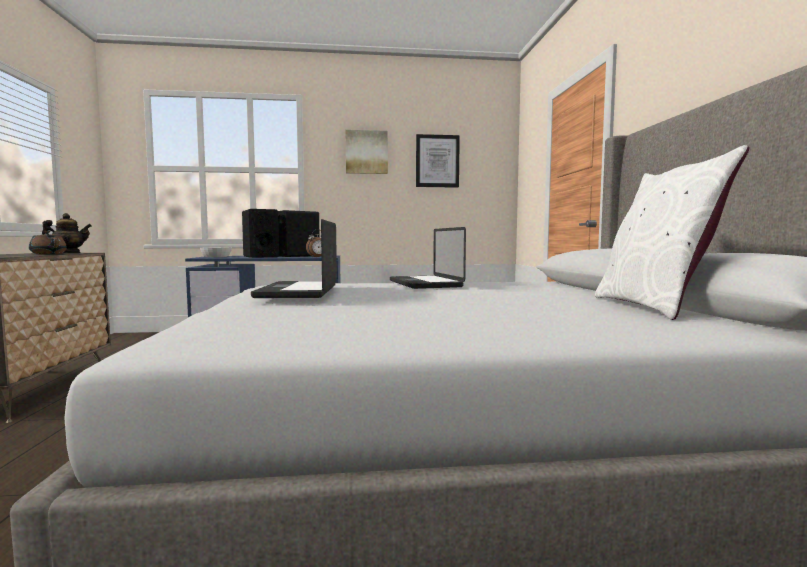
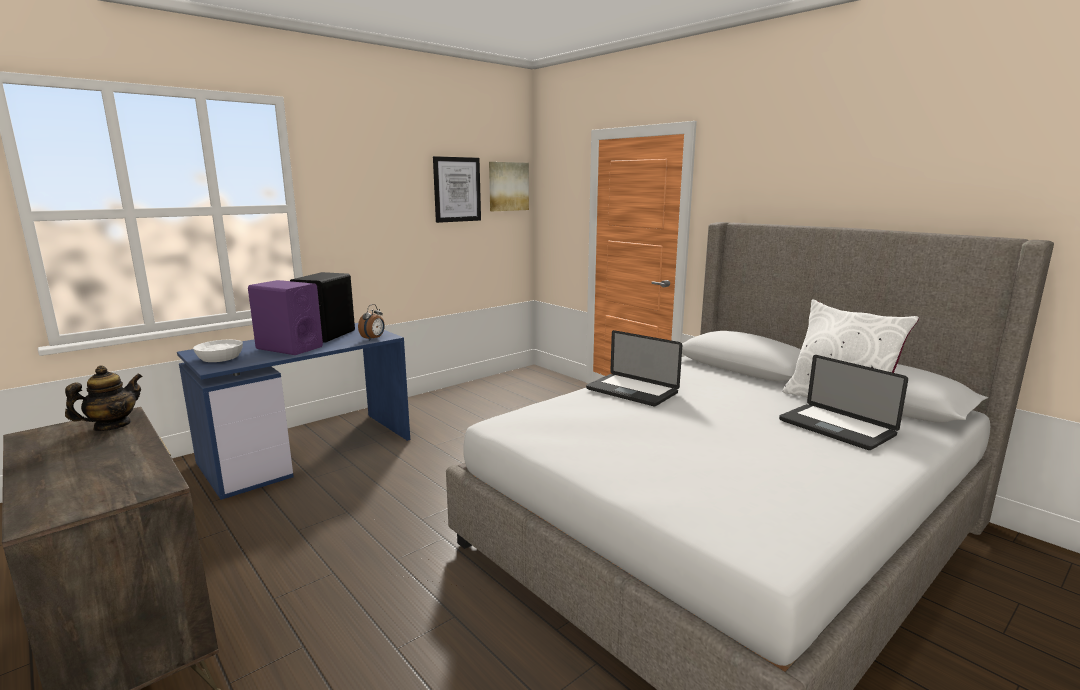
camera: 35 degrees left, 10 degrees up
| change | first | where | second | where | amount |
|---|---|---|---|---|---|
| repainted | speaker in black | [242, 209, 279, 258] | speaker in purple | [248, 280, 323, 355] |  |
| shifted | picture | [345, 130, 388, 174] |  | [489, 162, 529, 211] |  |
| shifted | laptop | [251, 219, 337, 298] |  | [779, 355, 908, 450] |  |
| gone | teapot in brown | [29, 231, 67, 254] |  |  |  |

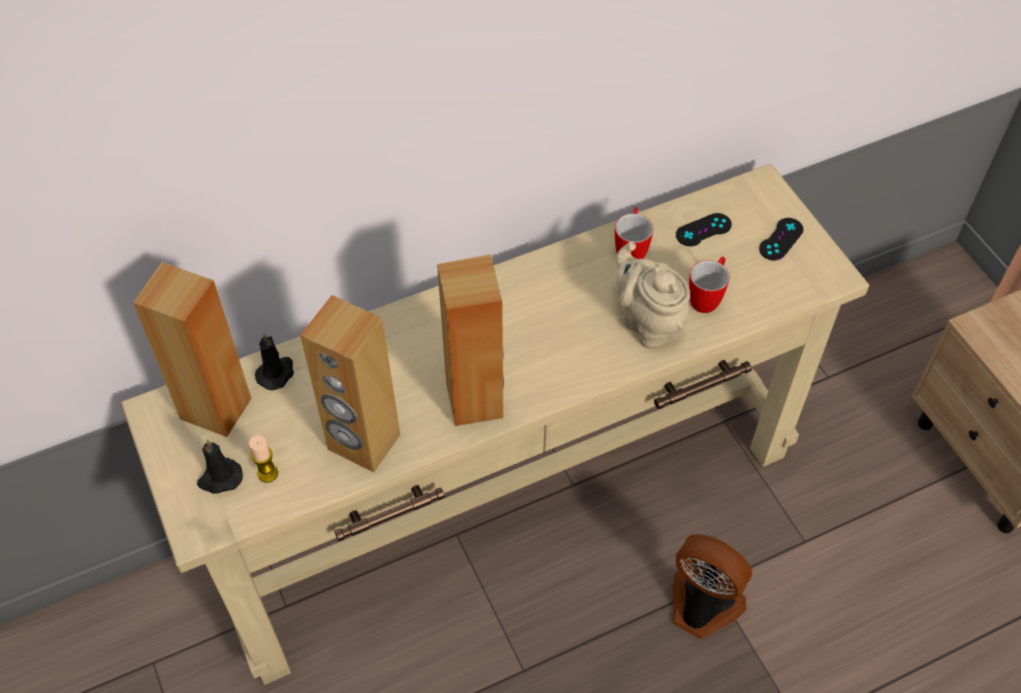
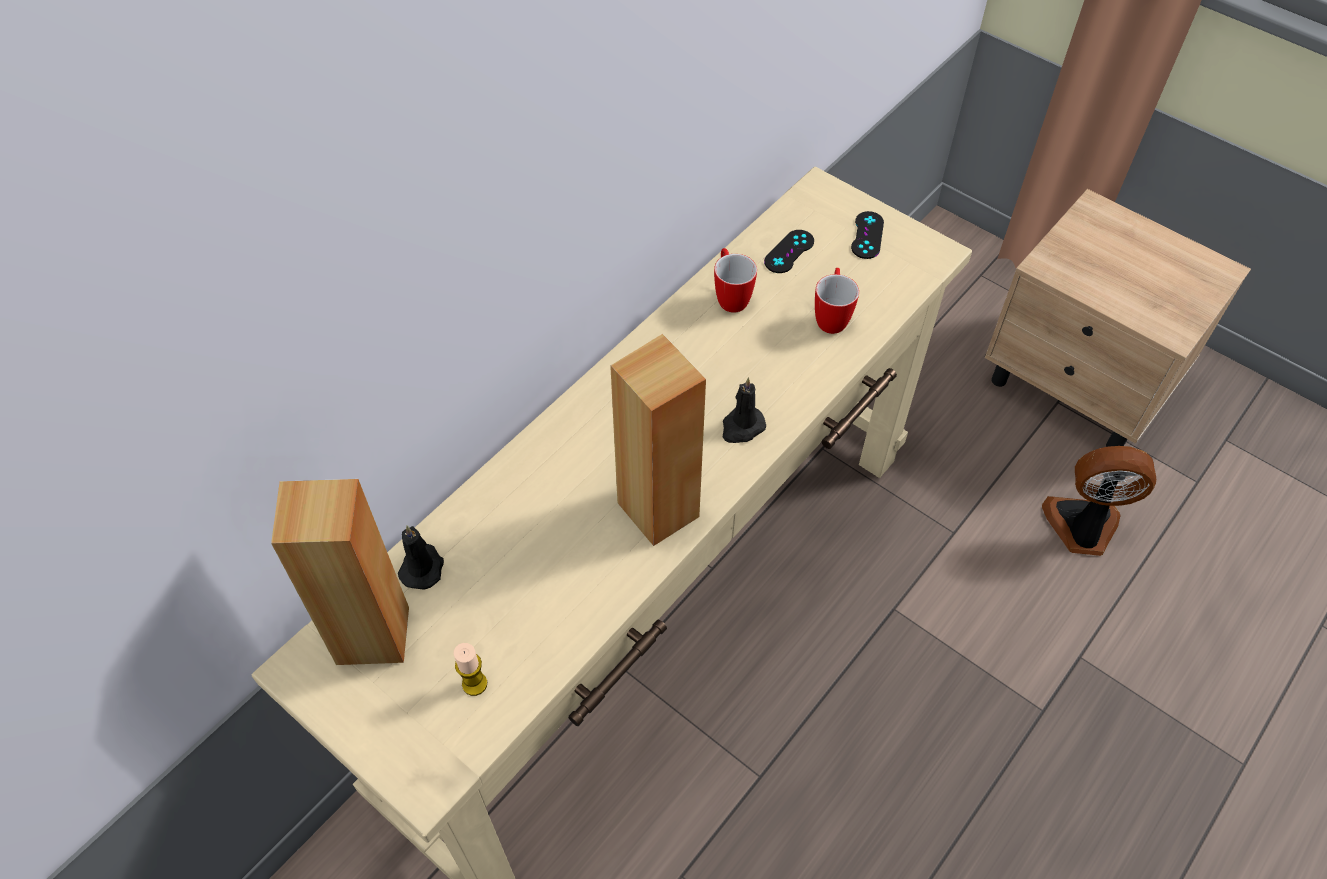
camera: 25 degrees left, 0 degrees up
| change | first | where | second | where | amount |
|---|---|---|---|---|---|
| shifted | candle in black | [197, 440, 243, 494] |  | [723, 377, 766, 443] |  |
| shifted | fan | [673, 534, 752, 639] |  | [1042, 446, 1156, 556] |  |
| gone | speaker in brown | [300, 295, 400, 472] |  |  |  |
| gone | teapot in beige | [616, 241, 690, 349] |  |  |  |

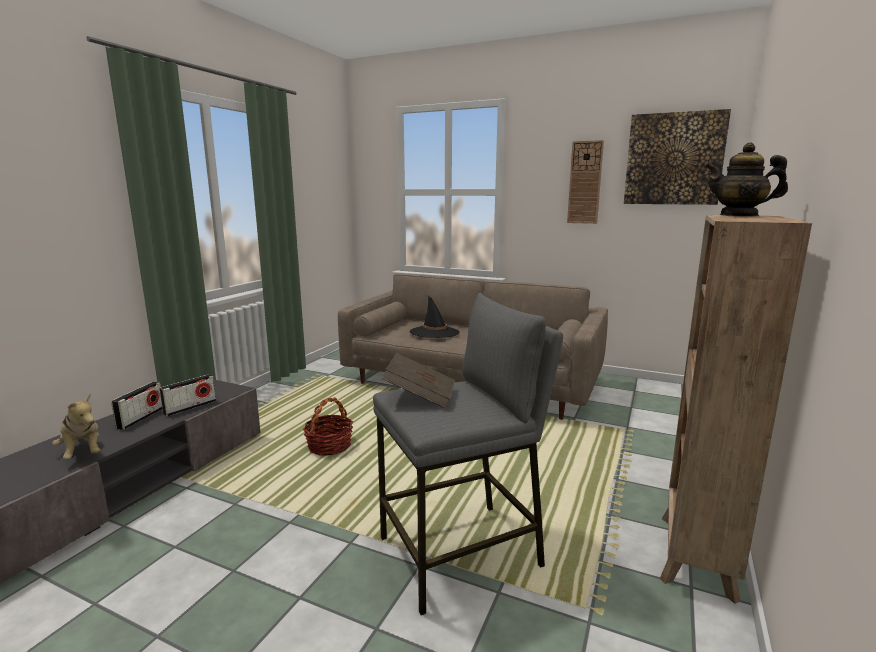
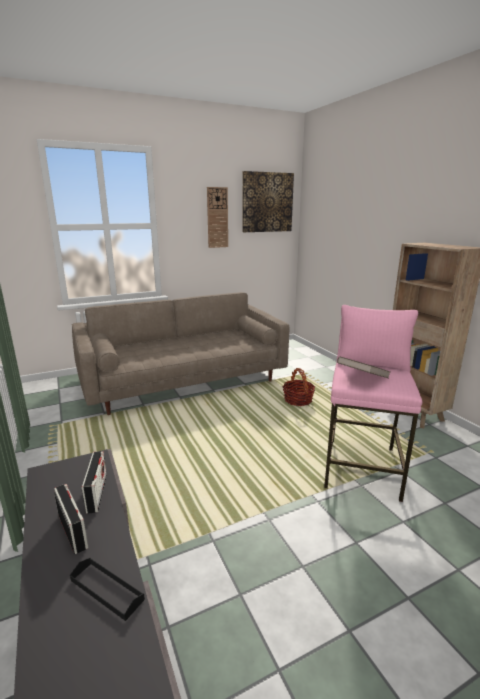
camera: 50 degrees left, 5 degrees up
| change | first | where | second | where | amount |
|---|---|---|---|---|---|
| swapped | plush toy | [52, 394, 100, 459] | tray in black | [70, 558, 145, 621] |  |
| shifted | basket | [303, 397, 353, 456] |  | [283, 368, 315, 406] |  |
| repainted | stool in grey | [373, 293, 563, 615] | stool in pink | [324, 305, 423, 502] |  |
| gone | hat in black | [410, 295, 460, 338] |  |  |  |
| gone | teapot | [705, 143, 788, 217] |  |  |  |

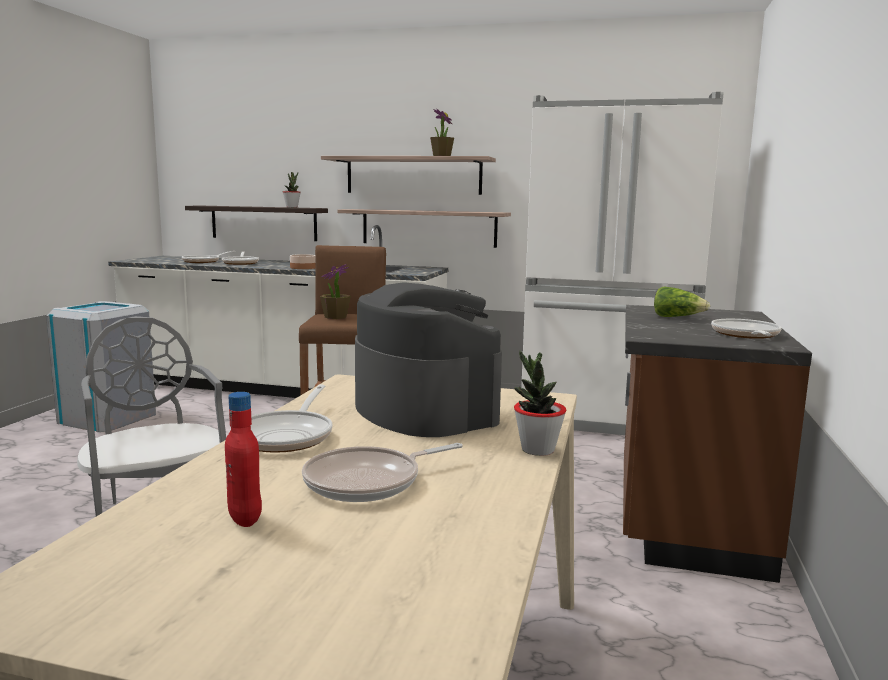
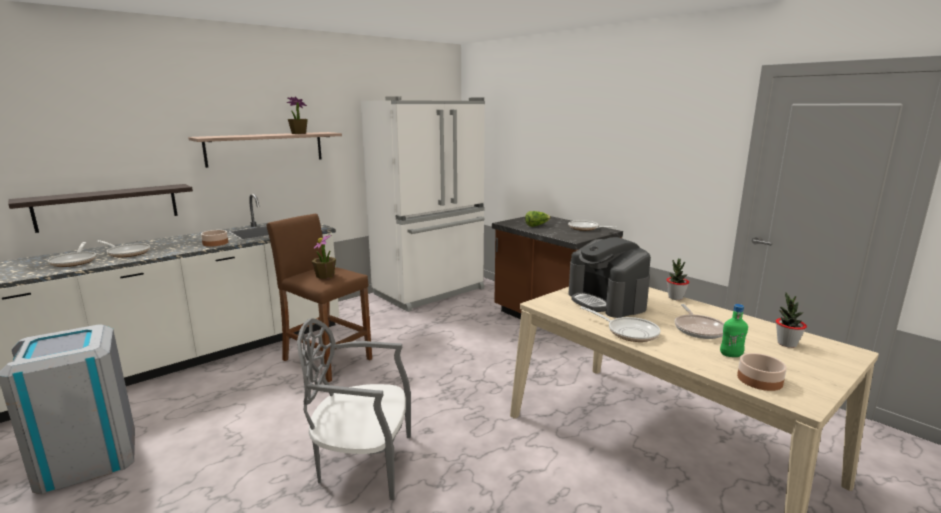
camera: 55 degrees left, 5 degrees up
| change | first | where | second | where | amount |
|---|---|---|---|---|---|
| rotated | coffee machine | [355, 282, 502, 437] |  | [568, 237, 651, 318] | 120 degrees counterclockwise |
| repainted | bottle in red | [225, 392, 262, 527] | bottle in green | [720, 304, 748, 357] |  |
| new |  |  | bowl | [737, 353, 787, 391] |  |
| shifted | potted plant | [283, 172, 301, 208] |  | [776, 292, 807, 348] |  |
| gone | shelf | [337, 209, 511, 248] |  |  |  |

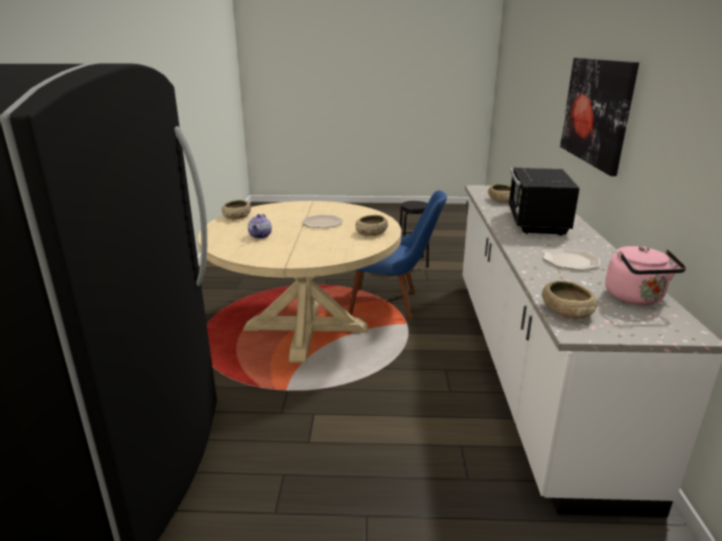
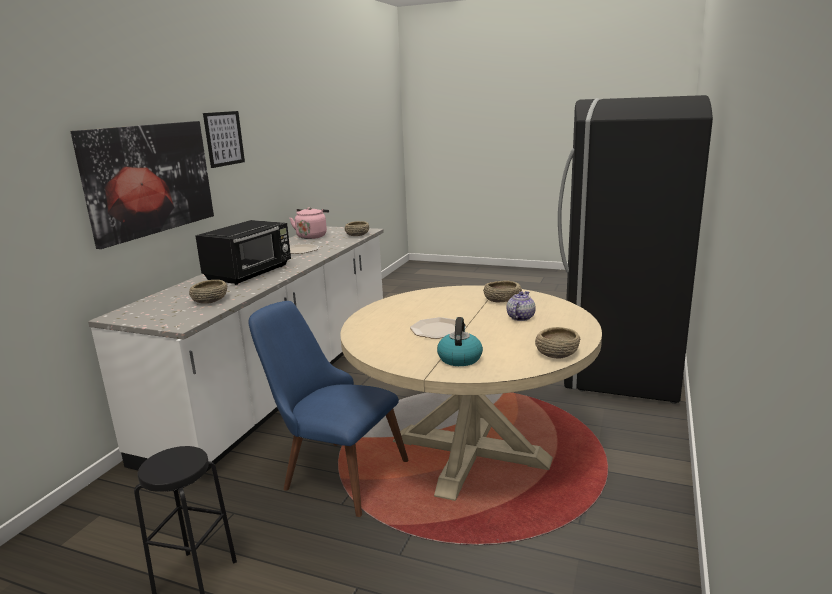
camera: 160 degrees left, 5 degrees down
| change | first | where | second | where | amount |
|---|---|---|---|---|---|
| new |  |  | picture | [203, 111, 245, 168] |  |
| new |  |  | kettle | [437, 317, 483, 366] |  |
| shifted | bowl in beige | [355, 215, 388, 236] |  | [483, 280, 522, 302] |  |

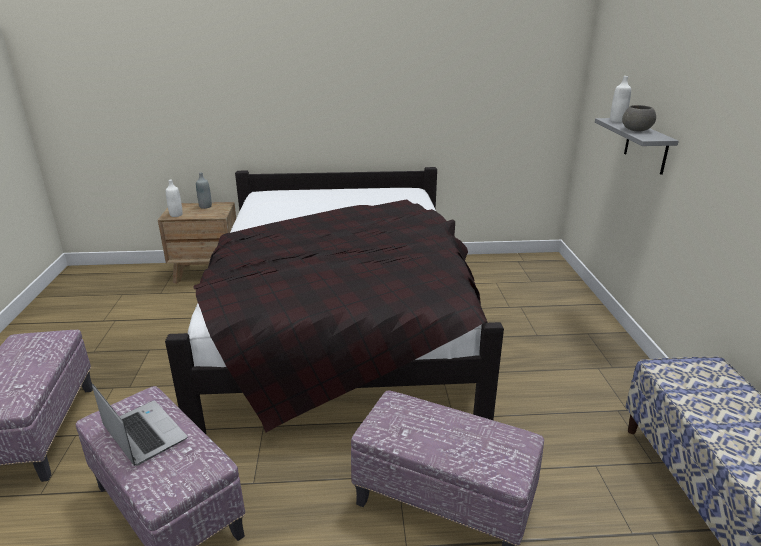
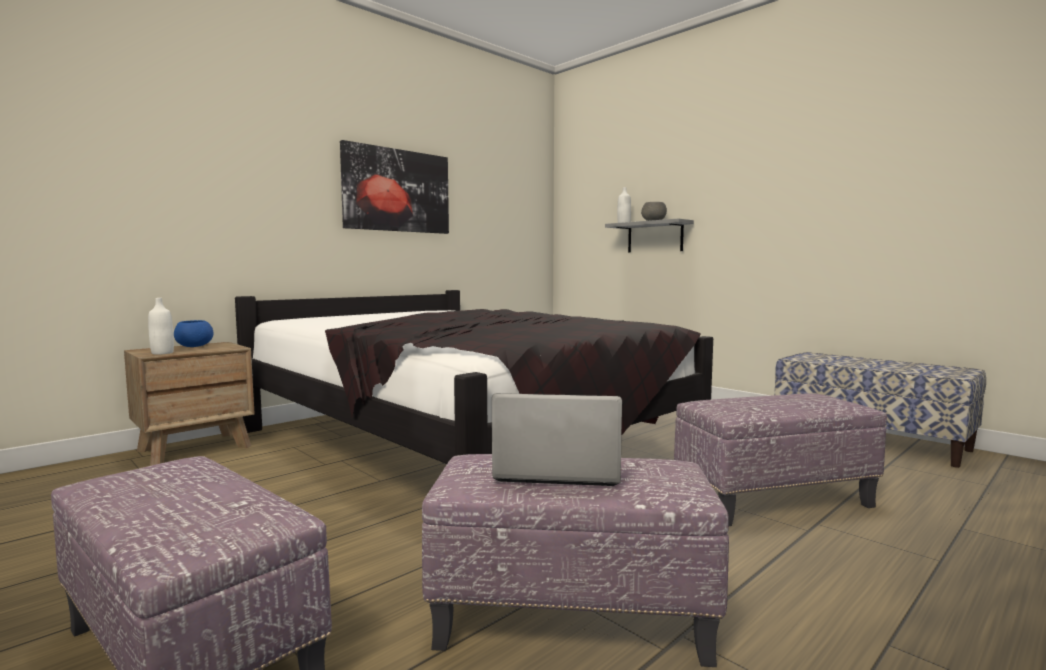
camera: 40 degrees left, 20 degrees down
| change | first | where | second | where | amount |
|---|---|---|---|---|---|
| swapped | bottle in grey | [196, 172, 212, 209] | bowl in blue | [174, 320, 213, 347] |  |
| new |  |  | picture | [340, 140, 449, 234] |  |

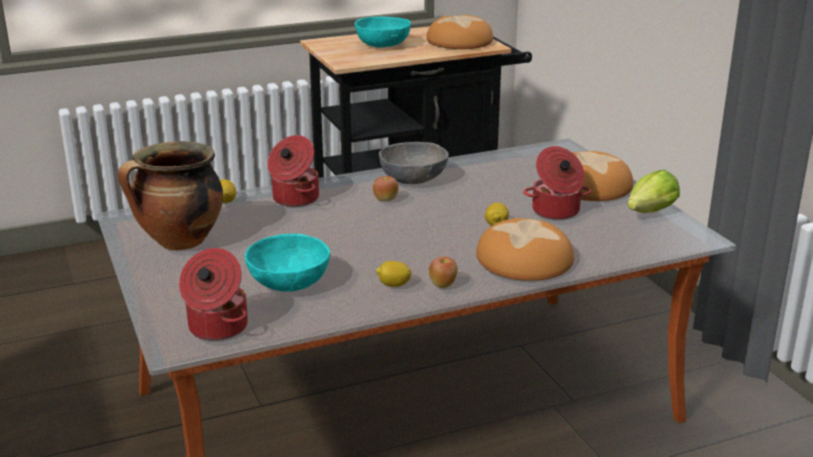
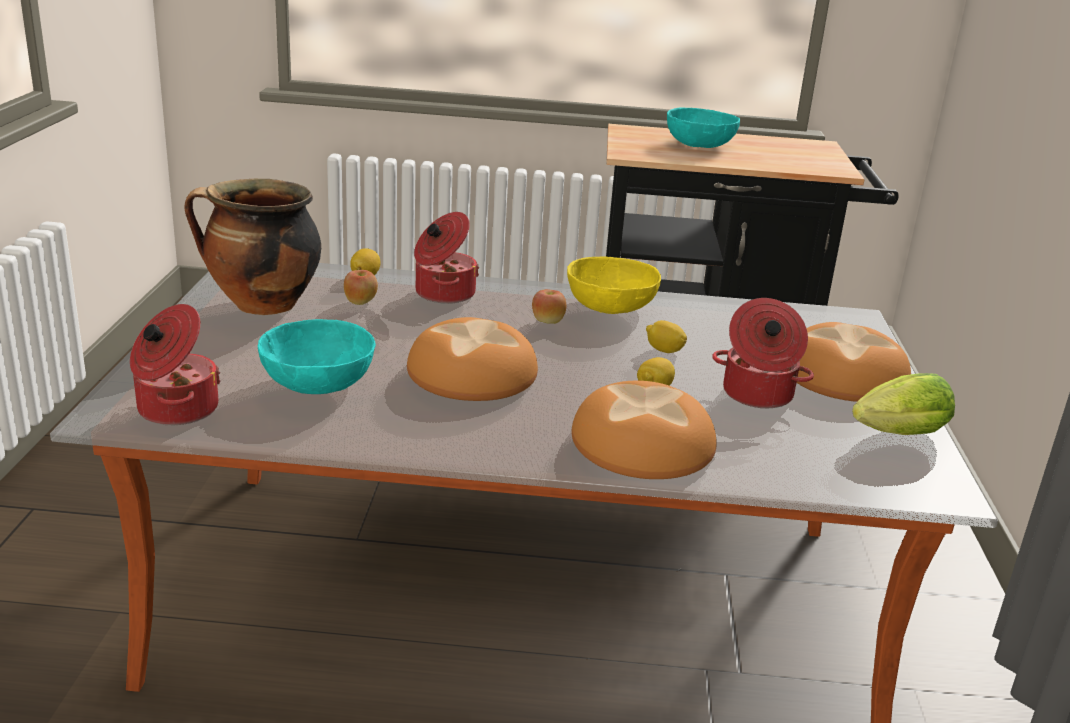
camera: 25 degrees right, 0 degrees up
| change | first | where | second | where | amount |
|---|---|---|---|---|---|
| shifted | apple | [429, 256, 458, 288] |  | [344, 270, 378, 305] |  |
| shifted | bread | [426, 15, 493, 49] |  | [407, 317, 538, 401] |  |
| repainted | bowl in grey | [379, 142, 449, 184] | bowl in yellow | [567, 256, 661, 314] |  |
| shifted | lemon | [376, 261, 412, 287] |  | [646, 320, 687, 353] |  |

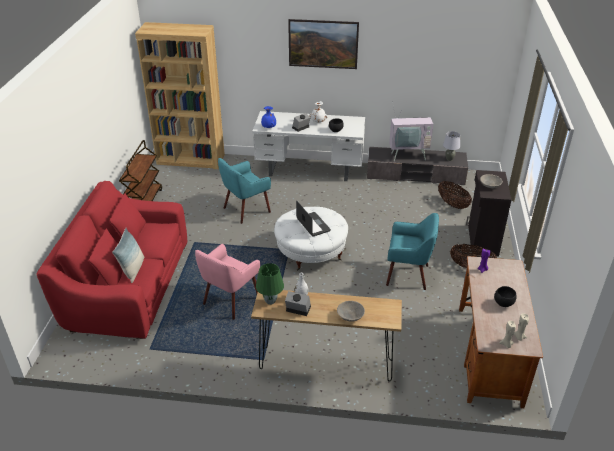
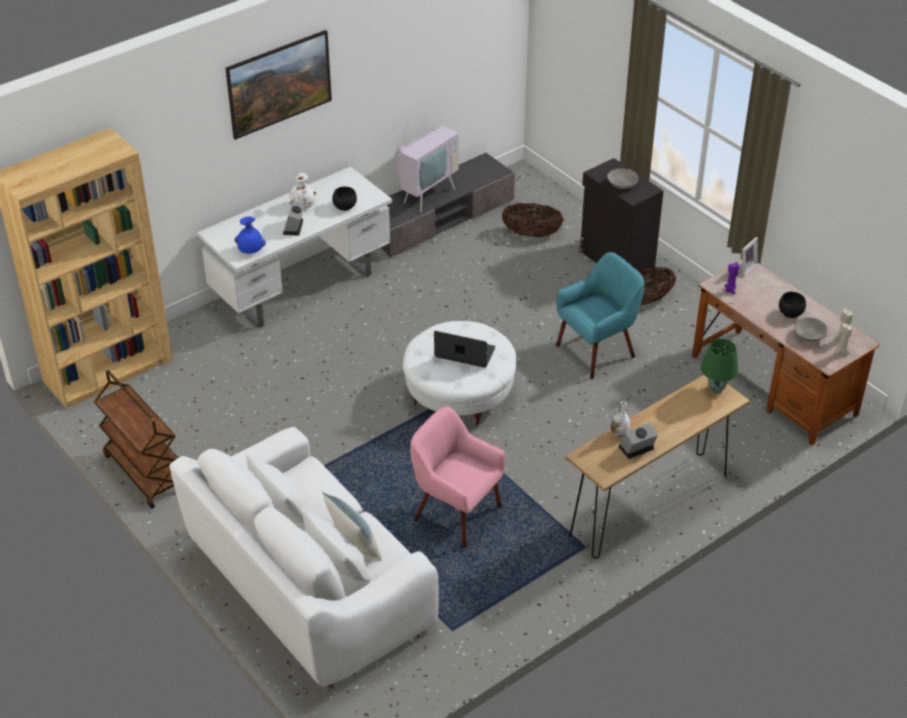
camera: 45 degrees left, 5 degrees up
| change | first | where | second | where | amount |
|---|---|---|---|---|---|
| repainted | sofa in red | [36, 181, 187, 339] | sofa in white | [170, 427, 439, 687] |  |
| rotated | armchair in pink | [195, 244, 260, 320] |  | [410, 407, 506, 548] | 135 degrees clockwise |
| shifted | table lamp in green | [256, 263, 284, 305] |  | [701, 339, 738, 393] |  |
| new |  |  | picture frame | [741, 237, 758, 276] |  |
| shifted | bowl in grey | [337, 301, 365, 322] |  | [793, 317, 828, 342] |  |
| gone | armchair in turquoise | [218, 158, 271, 224] |  |  |  |
| gone | table lamp in grey | [443, 131, 460, 161] |  |  |  |

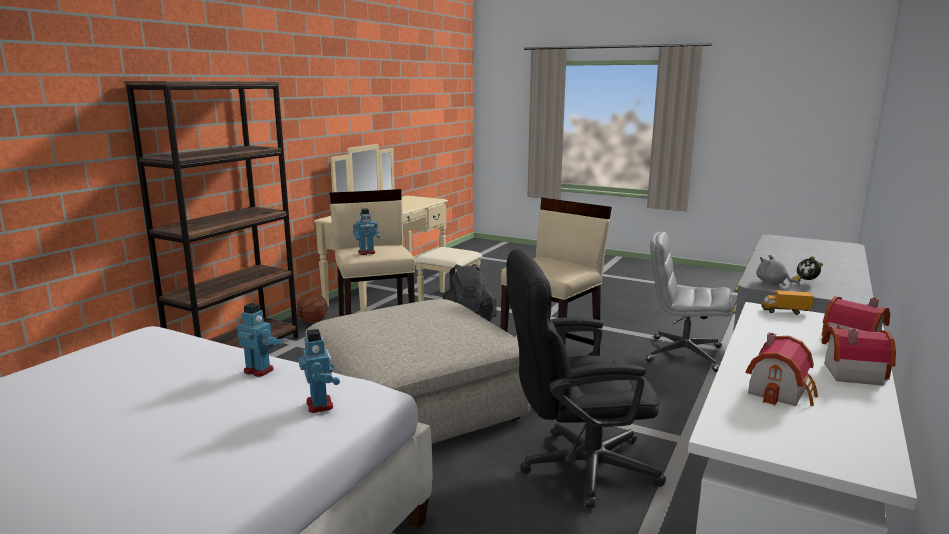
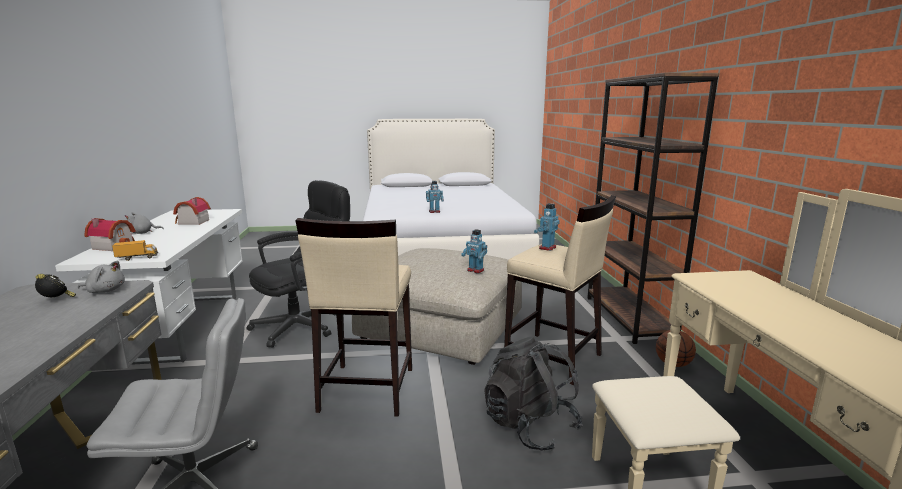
camera: 145 degrees right, 0 degrees up
| change | first | where | second | where | amount |
|---|---|---|---|---|---|
| swapped | toy house | [821, 326, 896, 386] | plush toy in grey | [125, 212, 164, 234] |  |
| shifted | toy robot | [299, 329, 340, 413] |  | [461, 229, 487, 273] |  |

